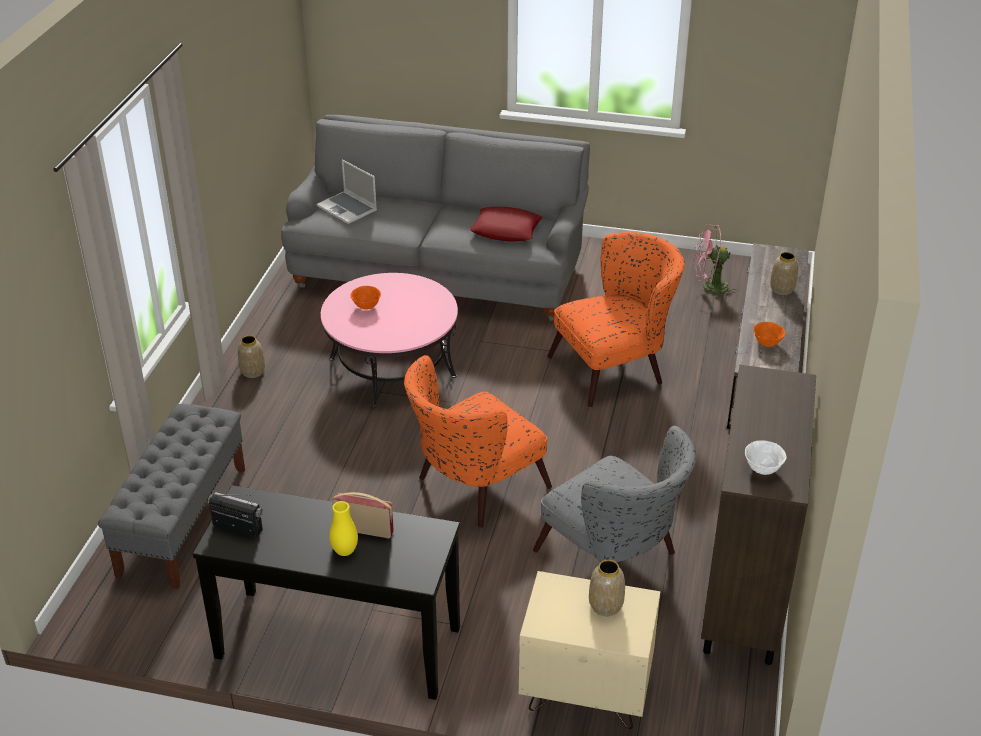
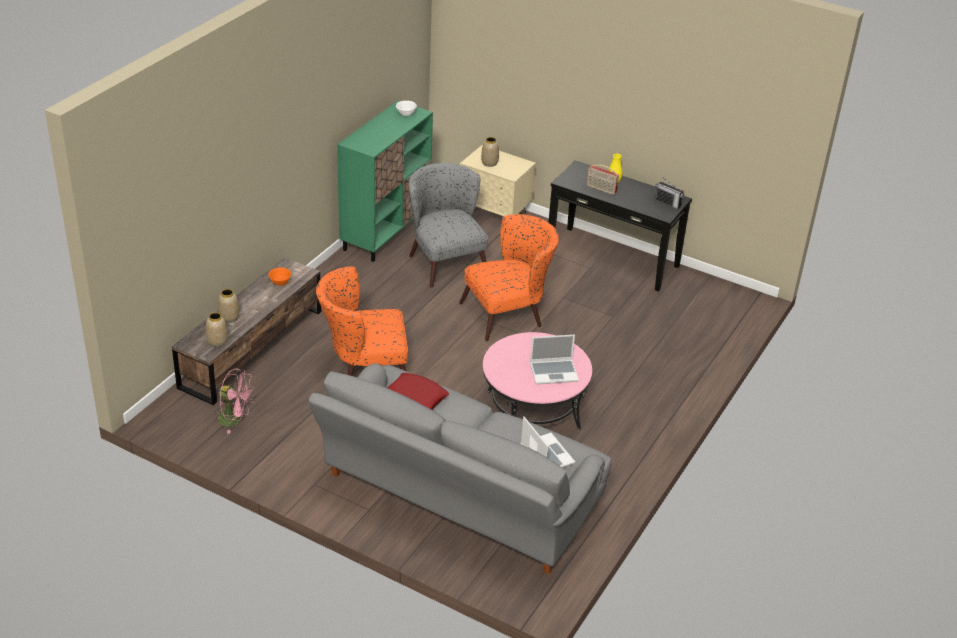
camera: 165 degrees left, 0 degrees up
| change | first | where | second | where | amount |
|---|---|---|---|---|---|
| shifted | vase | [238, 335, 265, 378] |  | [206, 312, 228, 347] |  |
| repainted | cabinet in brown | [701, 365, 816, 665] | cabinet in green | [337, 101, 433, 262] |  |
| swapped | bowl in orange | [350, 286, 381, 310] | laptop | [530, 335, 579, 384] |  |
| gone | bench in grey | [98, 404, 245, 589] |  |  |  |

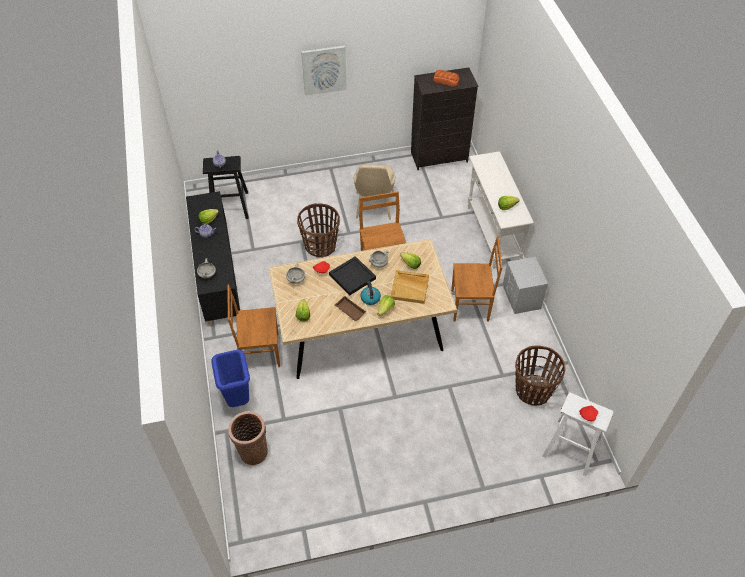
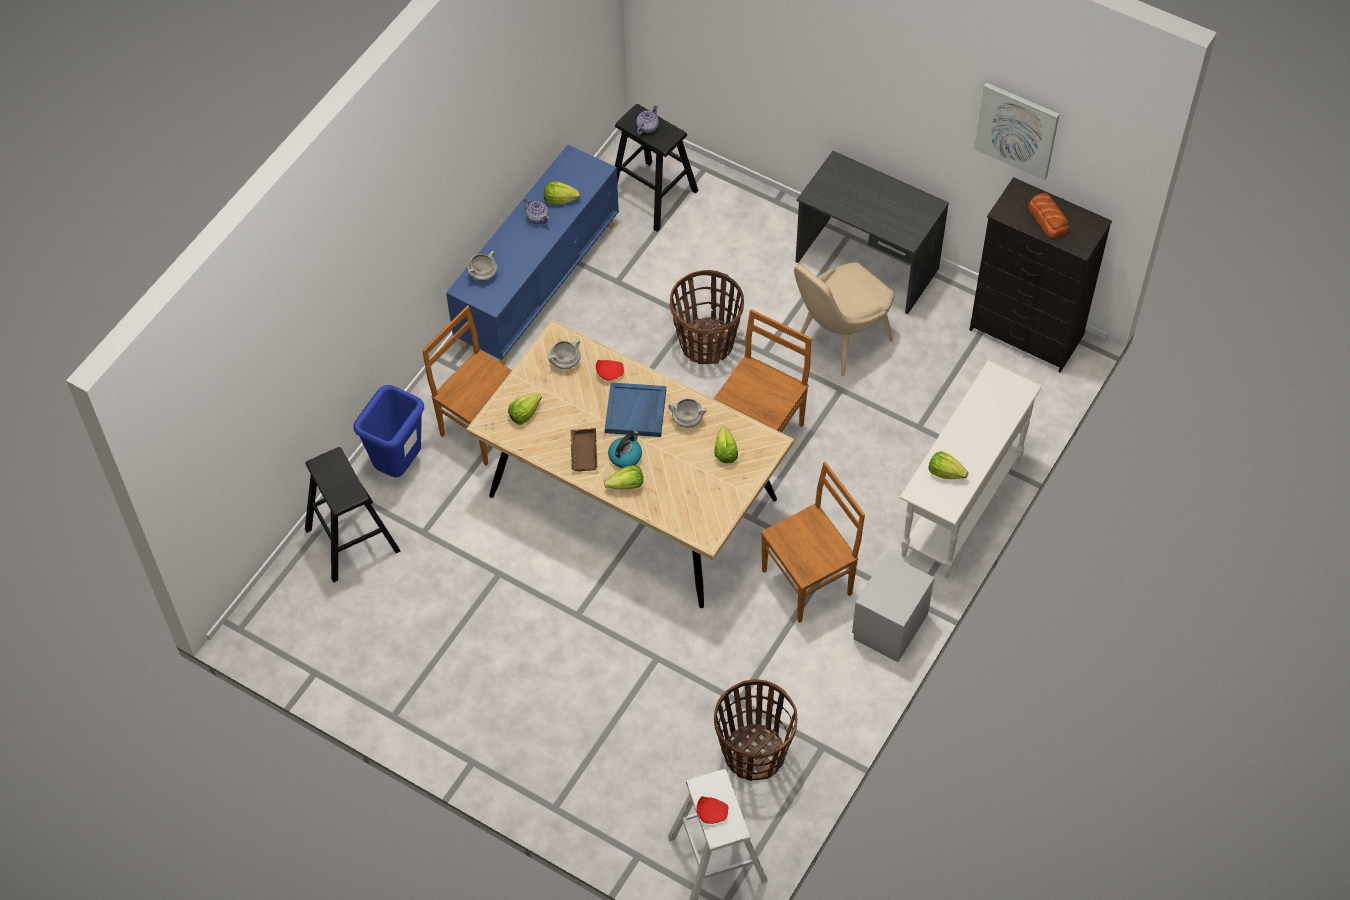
camera: 45 degrees right, 5 degrees up
| change | first | where | second | where | amount |
|---|---|---|---|---|---|
| swapped | basket | [228, 411, 268, 465] | stool in black | [305, 447, 401, 583] |  |
| repainted | cabinet in black | [186, 191, 240, 326] | cabinet in blue | [446, 145, 619, 365] |  |
| repainted | tray in black | [329, 256, 376, 296] | tray in blue | [605, 382, 666, 437] |  |
| rotated | chair in brown | [451, 236, 502, 322] |  | [761, 462, 865, 623] | 75 degrees counterclockwise |
| new |  |  | desk in grey | [796, 151, 949, 314] |  |
| shifted | picture | [301, 45, 347, 96] |  | [974, 82, 1060, 180] |  |
| gone | tray in beige | [391, 270, 429, 304] |  |  |  |

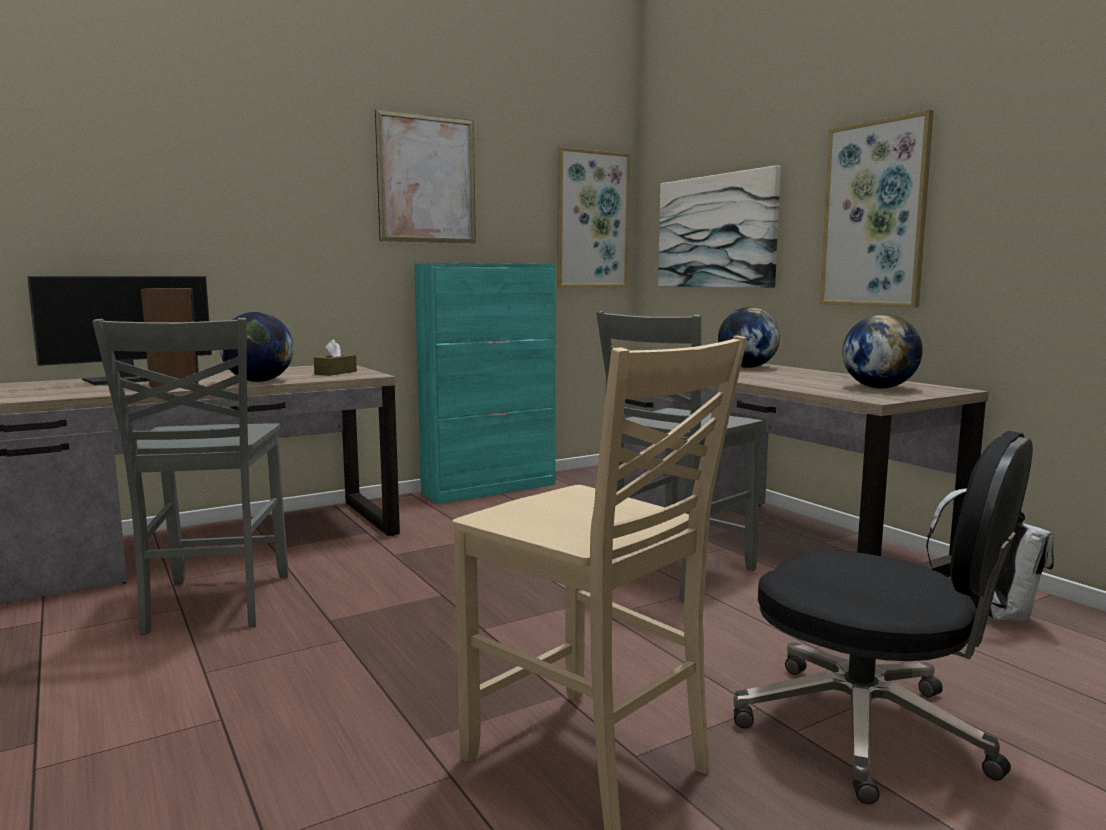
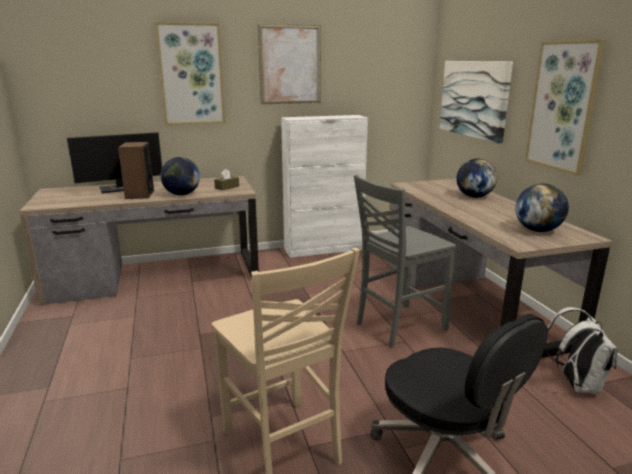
camera: 15 degrees right, 10 degrees up
| change | first | where | second | where | amount |
|---|---|---|---|---|---|
| shifted | picture | [557, 147, 630, 287] |  | [155, 22, 225, 125] |  |
| repainted | cabinet in turquoise | [414, 263, 556, 504] | cabinet in white | [281, 115, 368, 258] |  |
| gone | chair in grey | [92, 318, 289, 635] |  |  |  |

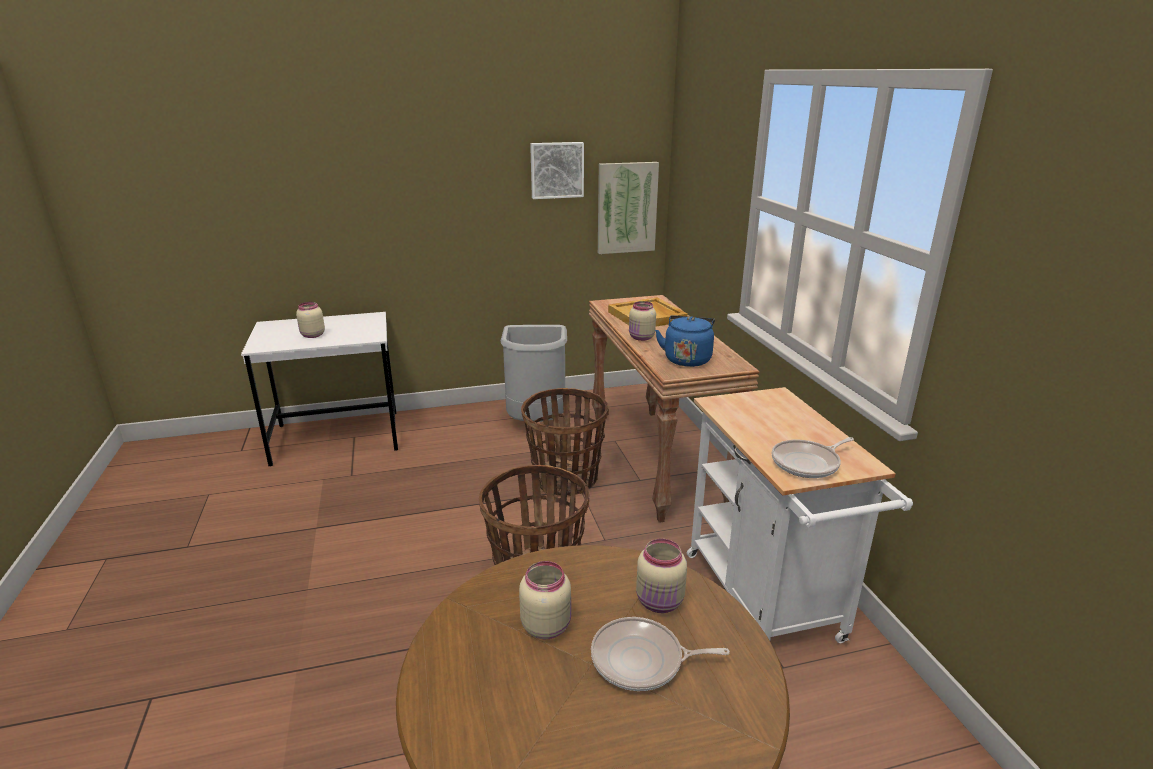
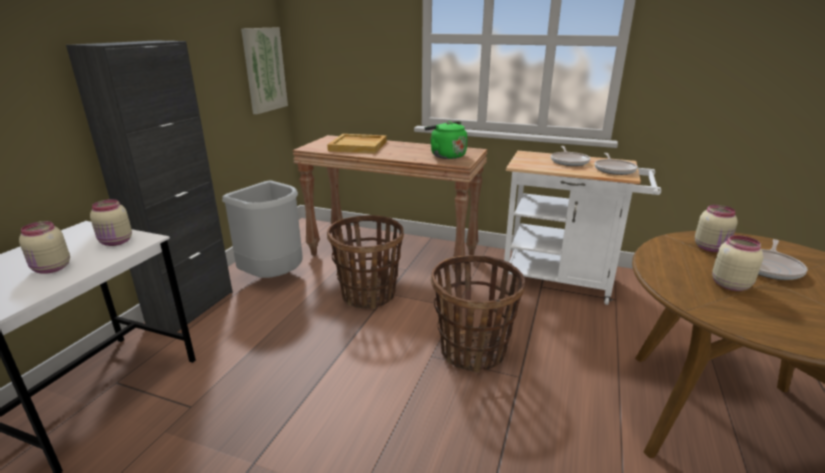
camera: 55 degrees left, 0 degrees up
| change | first | where | second | where | amount |
|---|---|---|---|---|---|
| new |  |  | cabinet in black | [66, 40, 233, 332] |  |
| shifted | jar in beige | [629, 301, 656, 341] |  | [90, 199, 132, 246] |  |
| repainted | kettle in blue | [655, 315, 715, 367] | kettle in green | [424, 121, 467, 159] |  |
| new |  |  | frying pan | [551, 146, 590, 166] |  |
| gone | picture | [530, 142, 584, 199] |  |  |  |

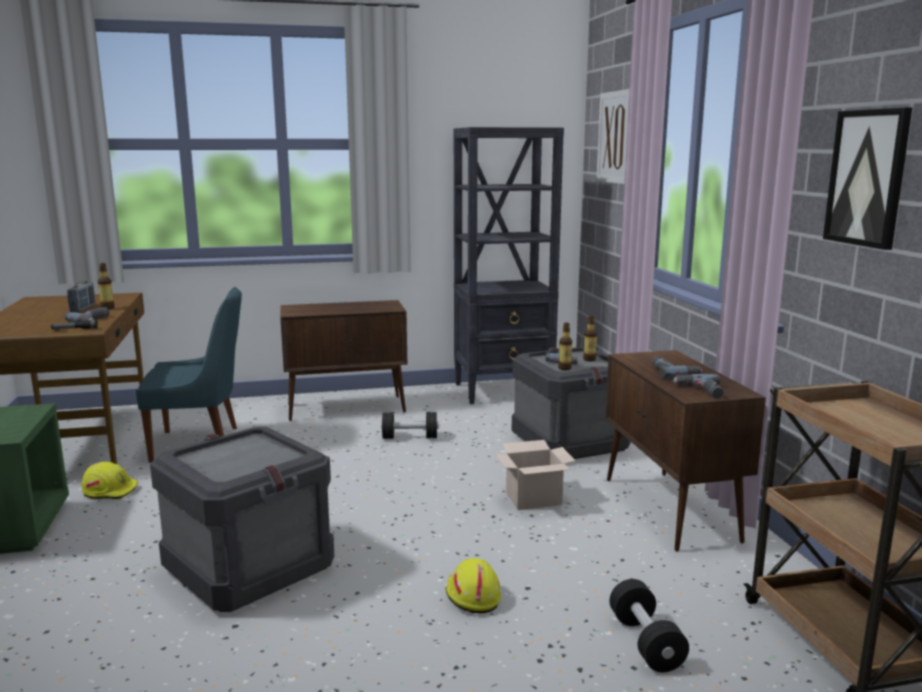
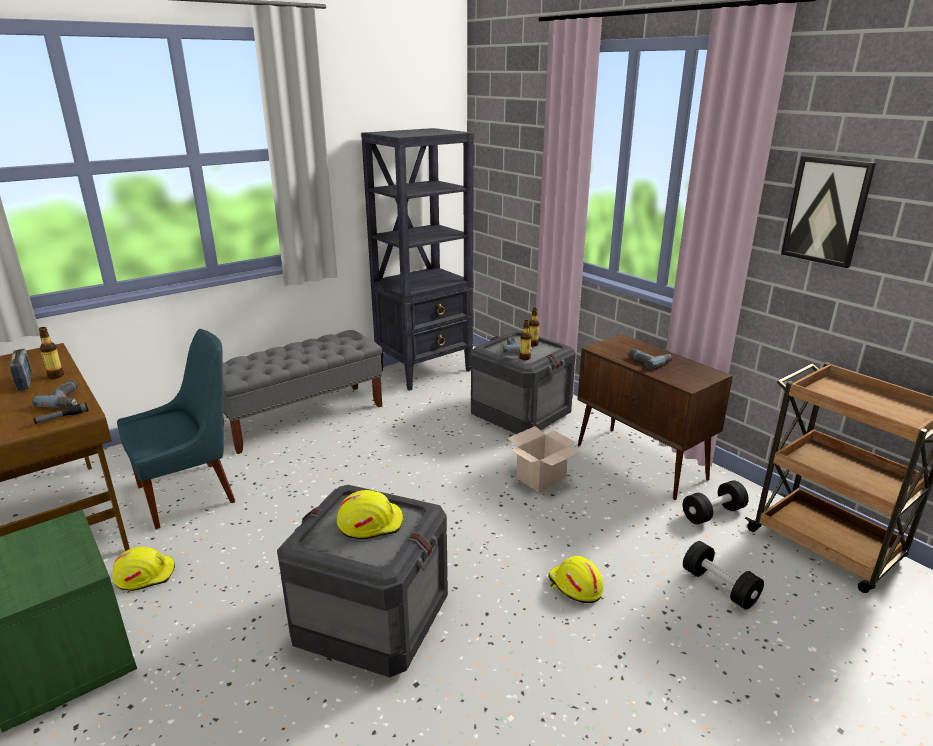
camera: 25 degrees left, 10 degrees up
| change | first | where | second | where | amount |
|---|---|---|---|---|---|
| swapped | cabinet in brown | [280, 300, 407, 421] | bench in grey | [223, 330, 382, 454] |  |
| new |  |  | hard hat in yellow | [337, 490, 404, 539] |  |
| shifted | dumbbell in black | [381, 412, 438, 439] |  | [683, 480, 749, 525] |  |
| gone | picture | [596, 89, 629, 184] |  |  |  |
| gone | power drill | [673, 374, 724, 399] |  |  |  |

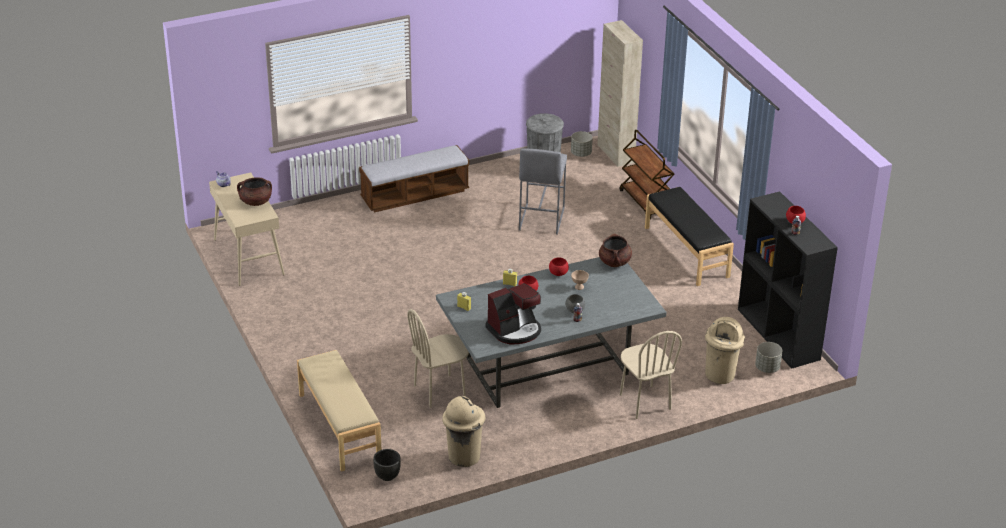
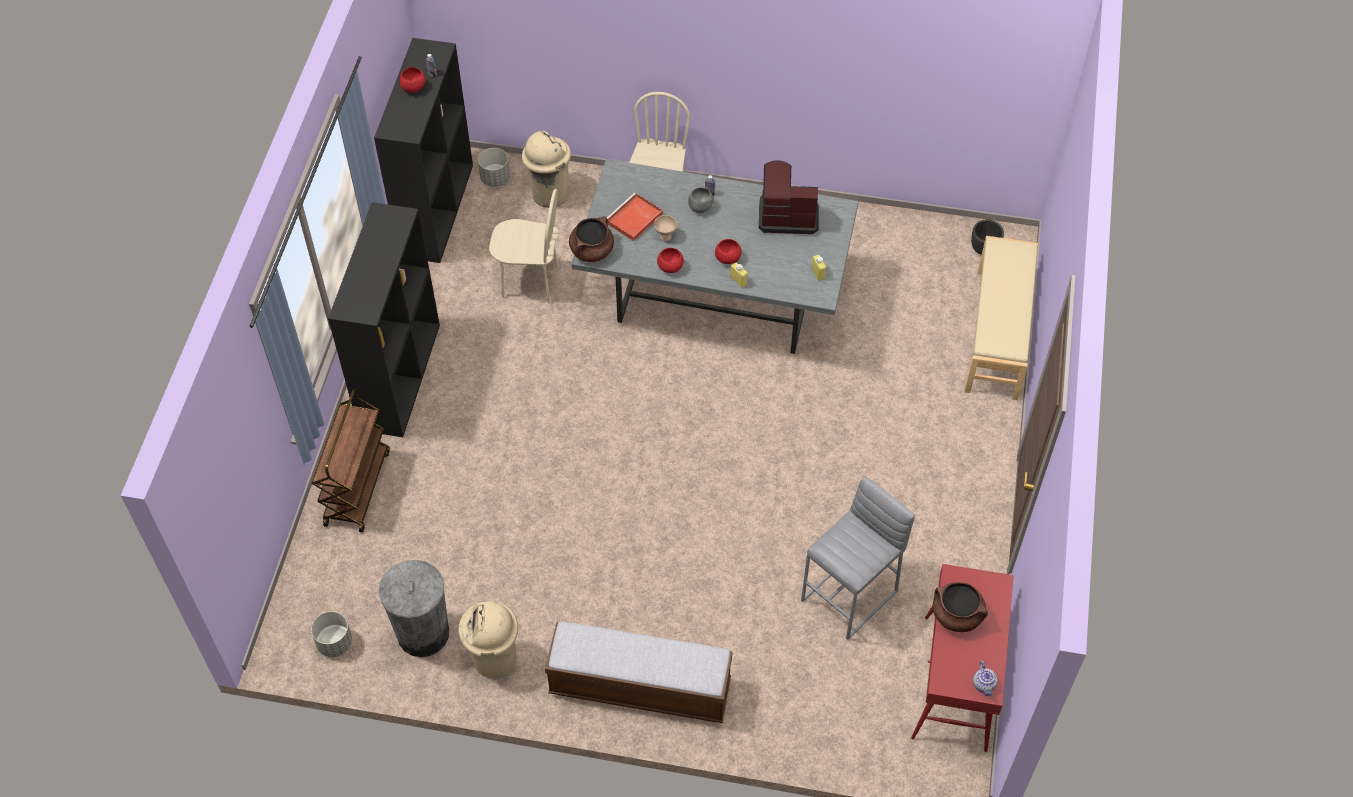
camera: 145 degrees left, 20 degrees up
| change | first | where | second | where | amount |
|---|---|---|---|---|---|
| swapped | bench in black | [645, 187, 734, 286] | bookcase in black | [328, 202, 440, 437] |  |
| shifted | trash can in beige | [442, 396, 485, 467] |  | [458, 601, 518, 678] |  |
| shifted | chair in beige | [407, 309, 469, 408] |  | [489, 189, 558, 304] |  |
| new |  |  | tray in red | [607, 193, 663, 241] |  |
| shifted | stool in grey | [519, 148, 567, 235] |  | [801, 476, 915, 640] |  |
| repainted | console table in beige | [209, 173, 285, 286] | console table in red | [911, 564, 1014, 752] |  |
| gone | cabinet in beige | [597, 20, 643, 167] |  |  |  |

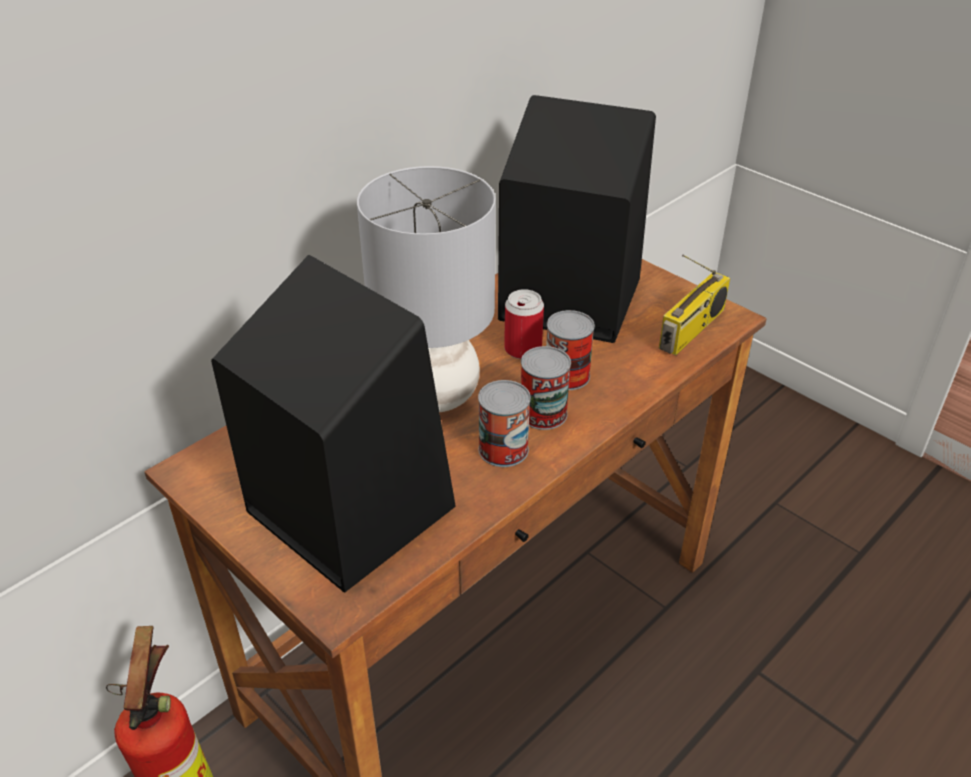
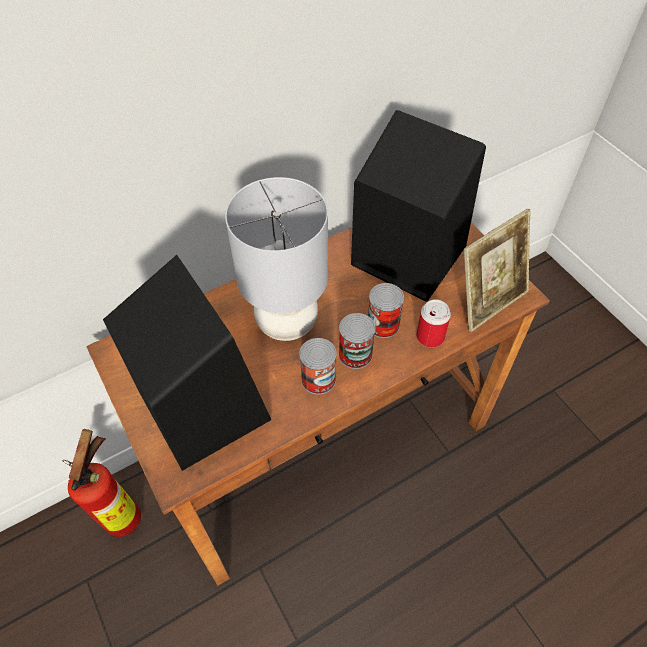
camera: 15 degrees right, 15 degrees up
| change | first | where | second | where | amount |
|---|---|---|---|---|---|
| shifted | can | [504, 289, 544, 359] |  | [416, 299, 451, 348] |  |
| swapped | radio | [659, 255, 730, 356] | picture frame | [464, 209, 531, 332] |  |

